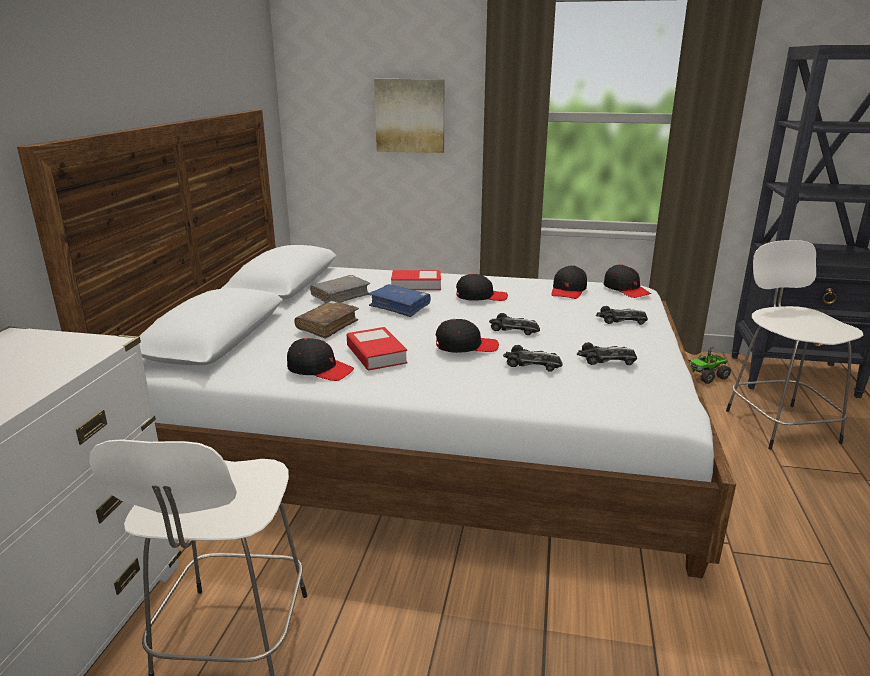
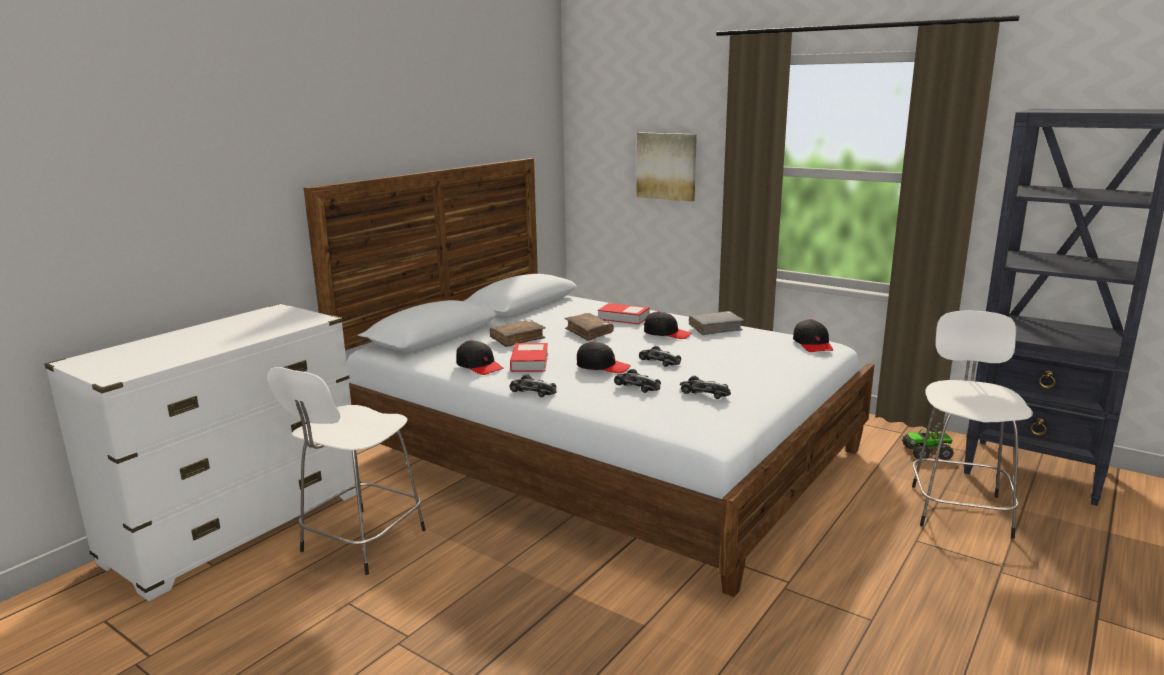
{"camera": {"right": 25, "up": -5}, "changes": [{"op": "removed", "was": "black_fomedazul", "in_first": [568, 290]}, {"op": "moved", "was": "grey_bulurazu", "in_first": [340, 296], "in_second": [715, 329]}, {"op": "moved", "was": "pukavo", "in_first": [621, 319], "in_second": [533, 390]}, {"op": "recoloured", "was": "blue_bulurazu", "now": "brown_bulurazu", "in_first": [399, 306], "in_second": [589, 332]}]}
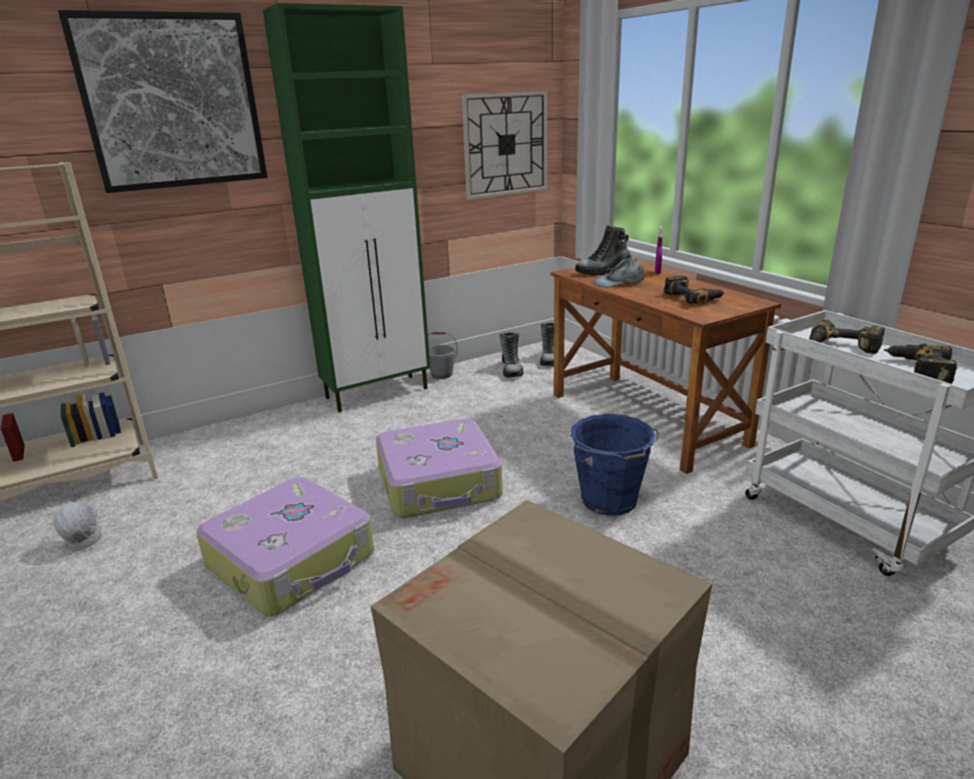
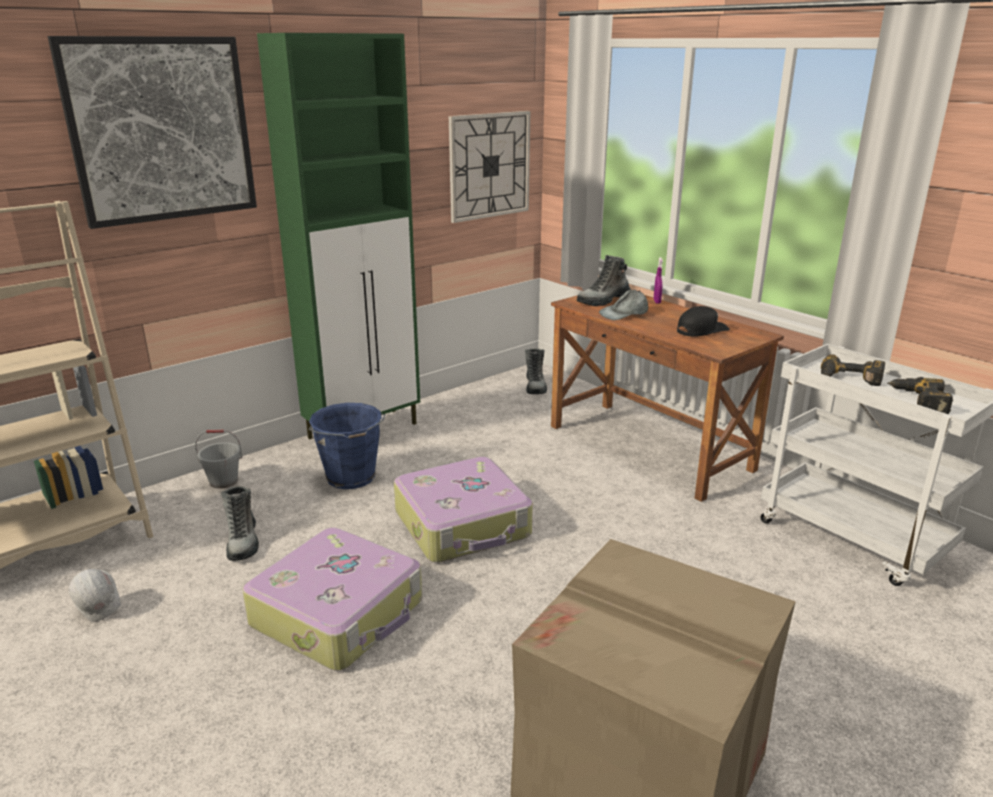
{"camera": {"right": -10, "up": 0}, "changes": [{"op": "moved", "was": "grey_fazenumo", "in_first": [442, 374], "in_second": [224, 481]}, {"op": "moved", "was": "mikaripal", "in_first": [511, 369], "in_second": [243, 541]}, {"op": "moved", "was": "blue_fazenumo", "in_first": [610, 501], "in_second": [351, 478]}, {"op": "replaced", "was": "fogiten", "now": "black_fomedazul", "in_first": [693, 297], "in_second": [701, 330]}]}
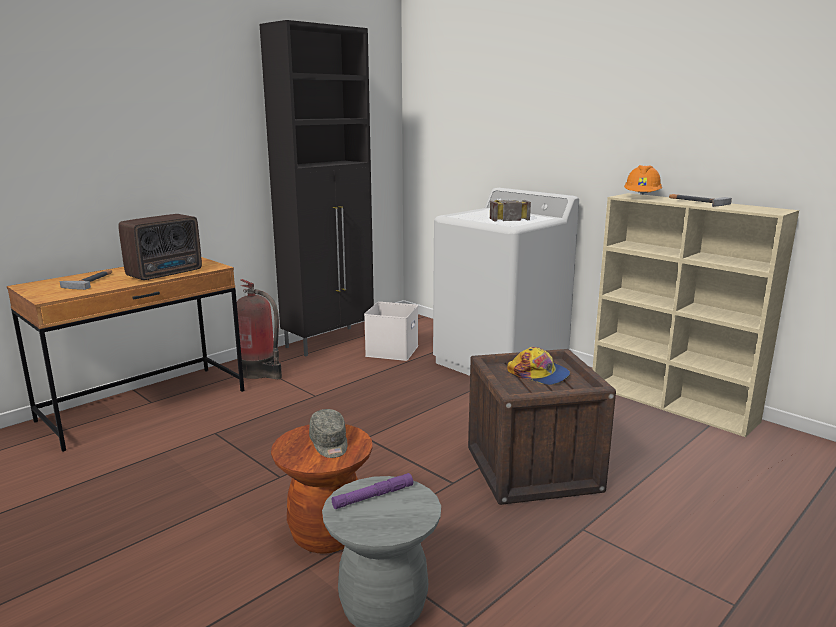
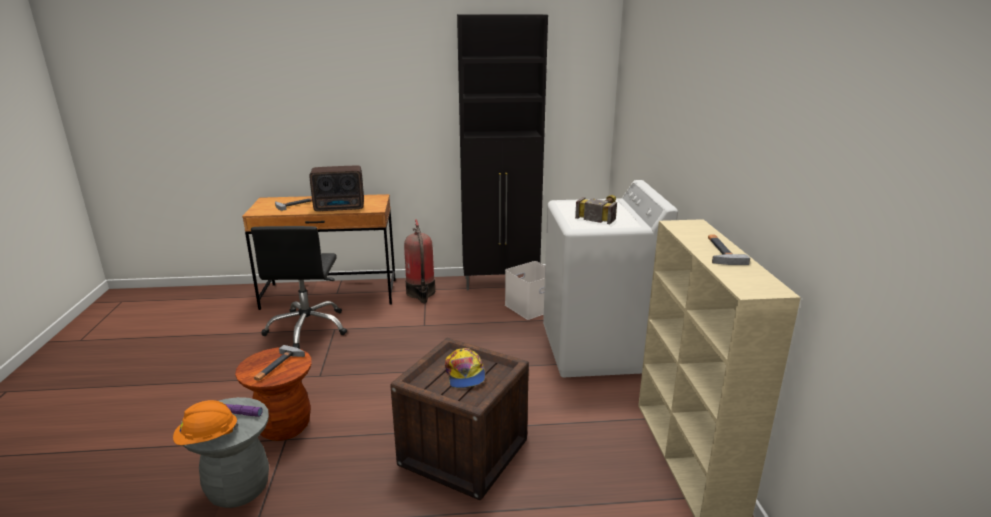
{"camera": {"right": 40, "up": 5}, "changes": [{"op": "added", "now": "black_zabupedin", "in_second": [308, 328]}, {"op": "moved", "was": "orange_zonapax", "in_first": [642, 197], "in_second": [207, 438]}, {"op": "replaced", "was": "grey_fomedazul", "now": "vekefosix", "in_first": [329, 444], "in_second": [277, 366]}]}
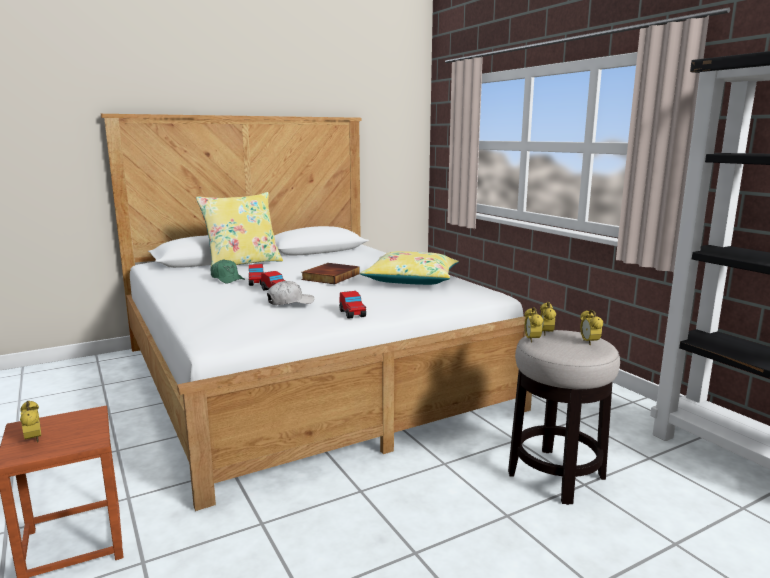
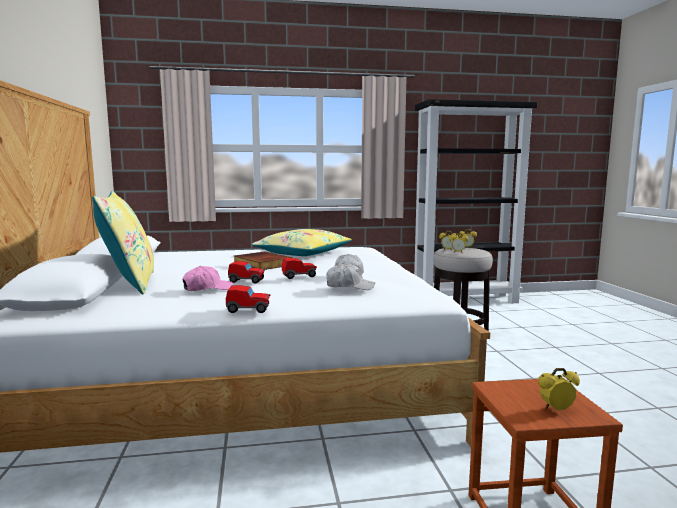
{"camera": {"right": -70, "up": -5}, "changes": [{"op": "added", "now": "white_fomedazul", "in_second": [349, 286]}, {"op": "moved", "was": "pukavo", "in_first": [352, 314], "in_second": [248, 310]}, {"op": "recoloured", "was": "green_fomedazul", "now": "pink_fomedazul", "in_first": [227, 279], "in_second": [207, 288]}]}
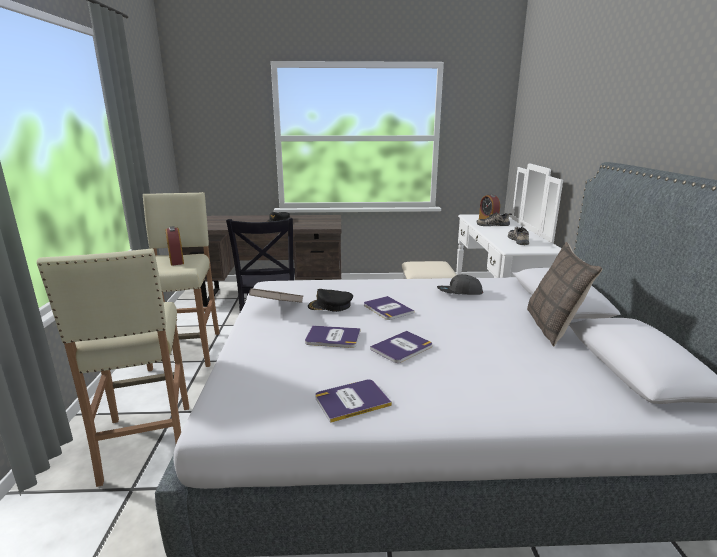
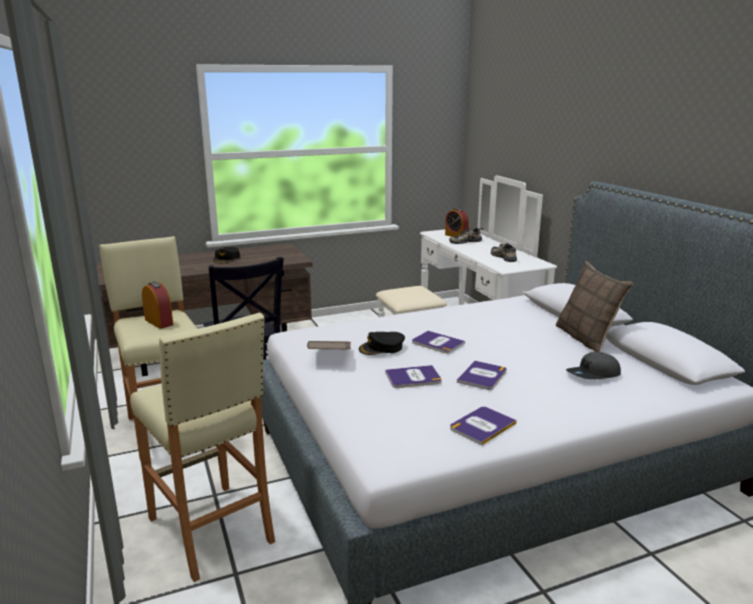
{"camera": {"right": -20, "up": 0}, "changes": [{"op": "moved", "was": "grey_fomedazul", "in_first": [459, 292], "in_second": [593, 375]}]}
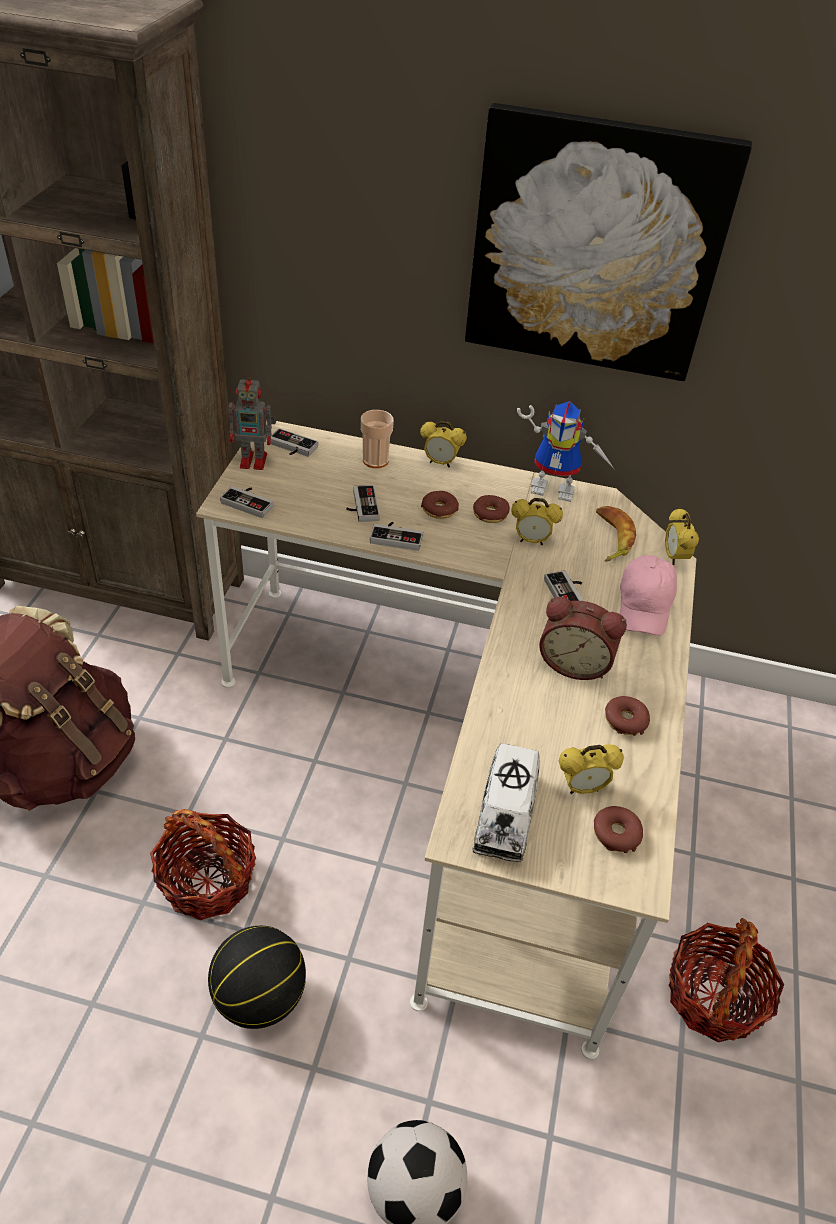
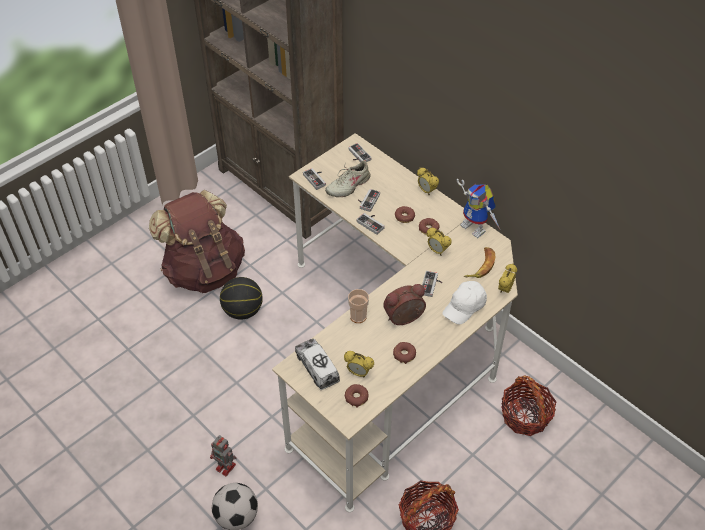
{"camera": {"right": 35, "up": 5}, "changes": [{"op": "removed", "was": "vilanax", "in_first": [595, 247]}, {"op": "added", "now": "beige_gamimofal", "in_second": [348, 185]}, {"op": "moved", "was": "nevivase", "in_first": [208, 880], "in_second": [525, 416]}, {"op": "moved", "was": "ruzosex", "in_first": [260, 997], "in_second": [243, 311]}, {"op": "moved", "was": "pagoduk", "in_first": [255, 461], "in_second": [226, 467]}, {"op": "moved", "was": "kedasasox", "in_first": [375, 460], "in_second": [358, 316]}, {"op": "recoloured", "was": "pink_fomedazul", "now": "white_fomedazul", "in_first": [644, 606], "in_second": [465, 307]}, {"op": "turned", "was": "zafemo", "in_first": [505, 814], "in_second": [317, 368], "clockwise": 105}, {"op": "turned", "was": "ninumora", "in_first": [575, 662], "in_second": [404, 319], "clockwise": 105}]}
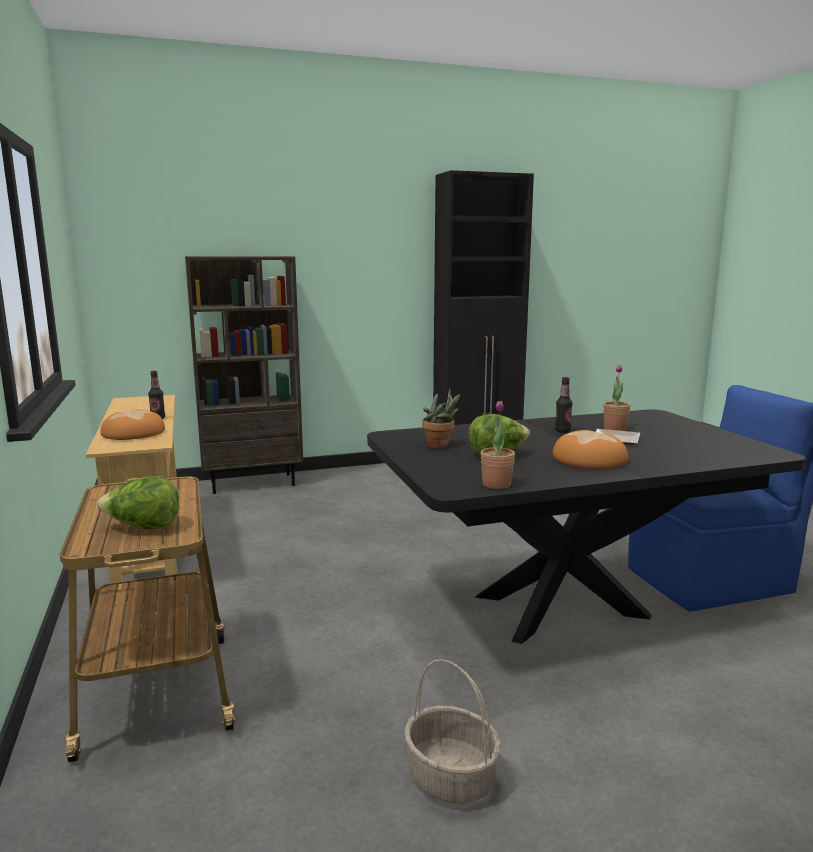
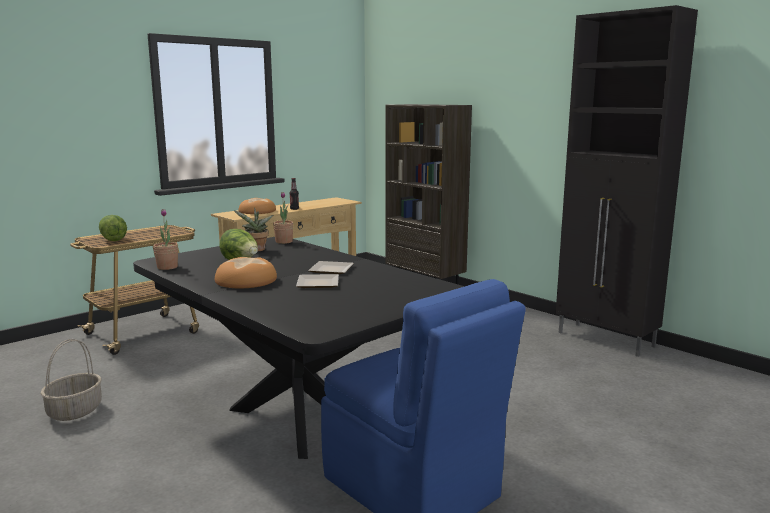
{"camera": {"right": 65, "up": 0}, "changes": [{"op": "moved", "was": "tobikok", "in_first": [614, 429], "in_second": [284, 242]}, {"op": "replaced", "was": "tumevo", "now": "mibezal", "in_first": [562, 431], "in_second": [333, 270]}]}
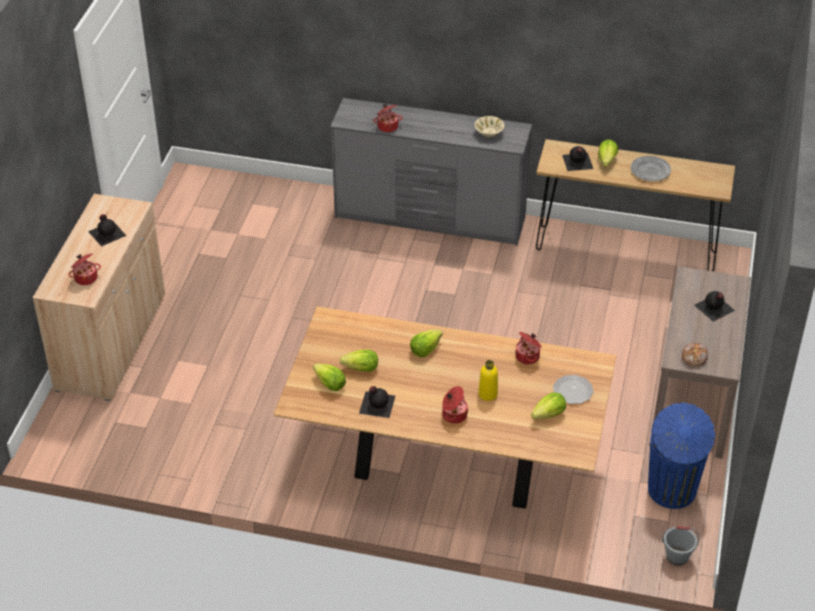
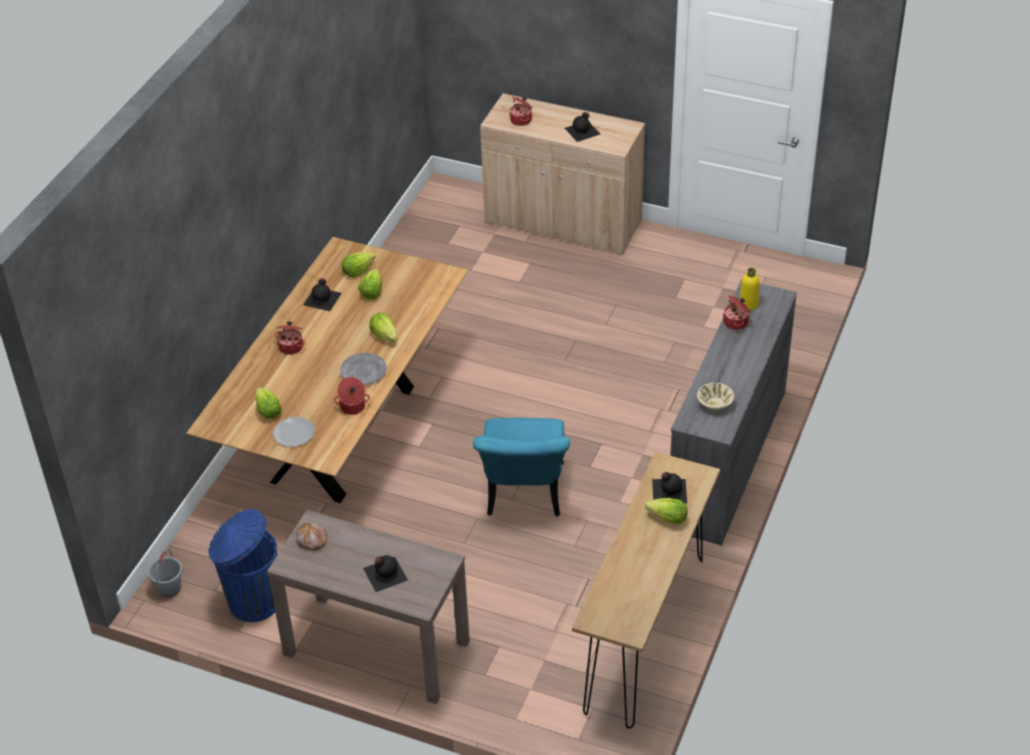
{"camera": {"right": 100, "up": 0}, "changes": [{"op": "added", "now": "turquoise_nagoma", "in_second": [524, 497]}, {"op": "moved", "was": "yellow_tumevo", "in_first": [488, 394], "in_second": [748, 304]}, {"op": "moved", "was": "grey_mibezal", "in_first": [650, 171], "in_second": [363, 371]}]}
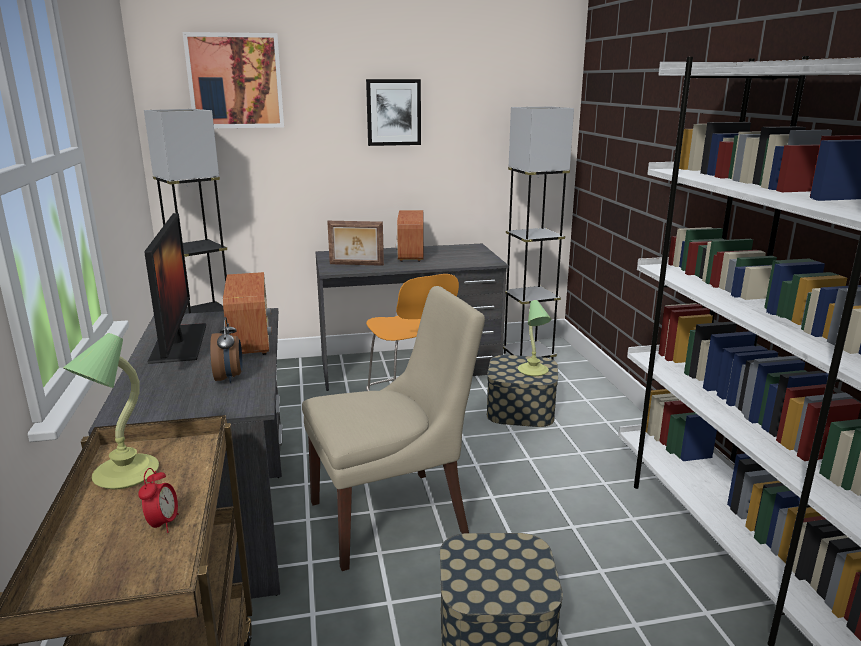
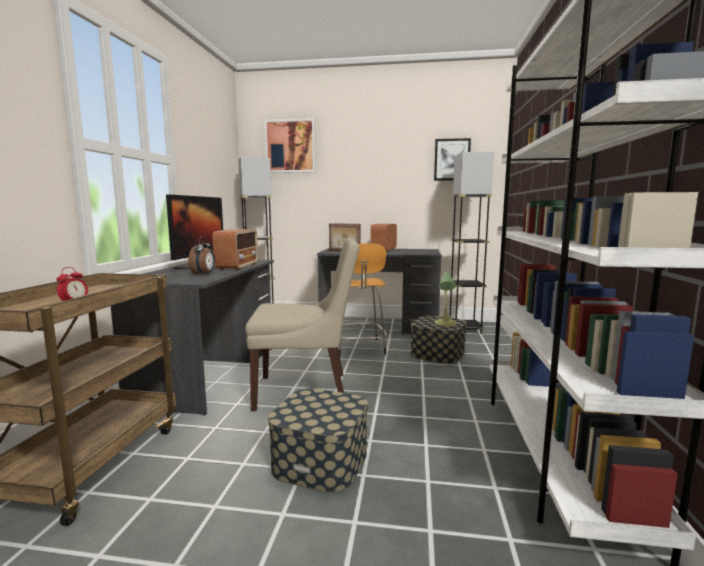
{"camera": {"right": 20, "up": -10}, "changes": [{"op": "removed", "was": "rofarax", "in_first": [123, 474]}, {"op": "moved", "was": "vilanax", "in_first": [393, 112], "in_second": [452, 160]}]}
